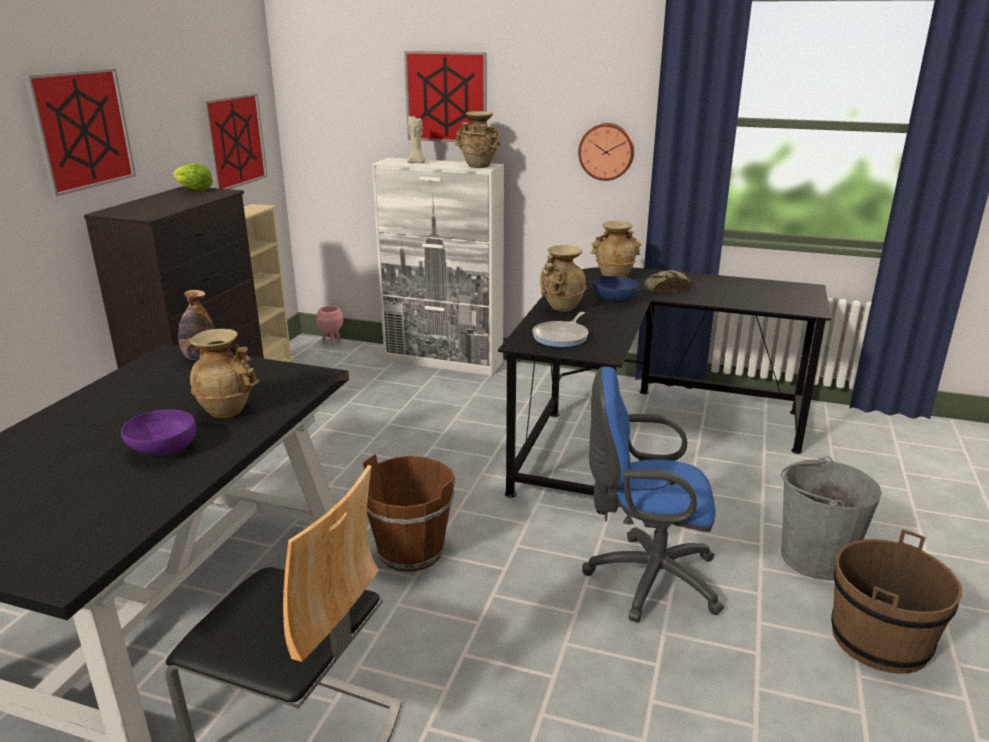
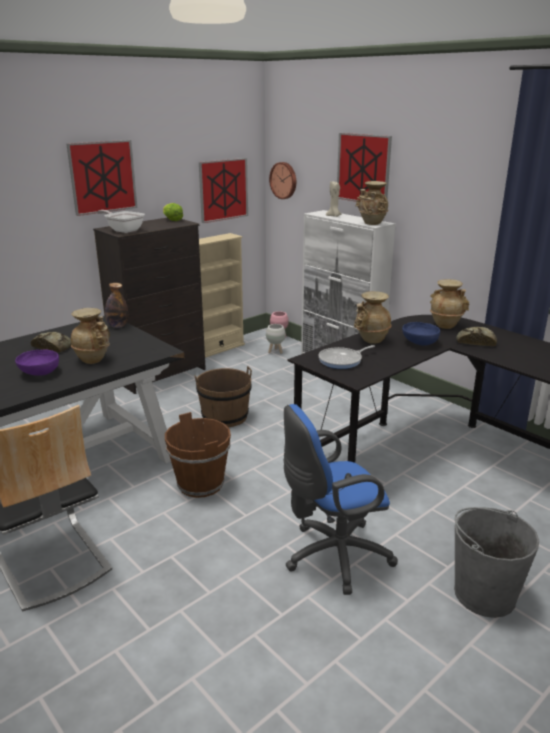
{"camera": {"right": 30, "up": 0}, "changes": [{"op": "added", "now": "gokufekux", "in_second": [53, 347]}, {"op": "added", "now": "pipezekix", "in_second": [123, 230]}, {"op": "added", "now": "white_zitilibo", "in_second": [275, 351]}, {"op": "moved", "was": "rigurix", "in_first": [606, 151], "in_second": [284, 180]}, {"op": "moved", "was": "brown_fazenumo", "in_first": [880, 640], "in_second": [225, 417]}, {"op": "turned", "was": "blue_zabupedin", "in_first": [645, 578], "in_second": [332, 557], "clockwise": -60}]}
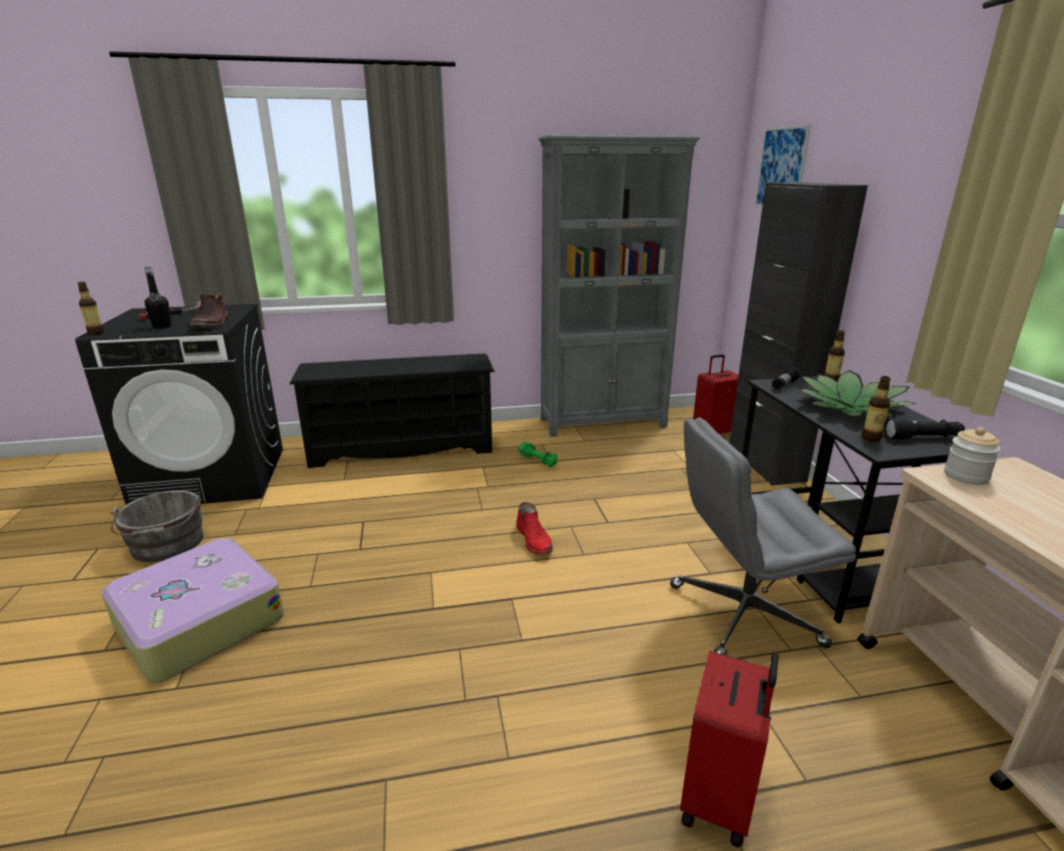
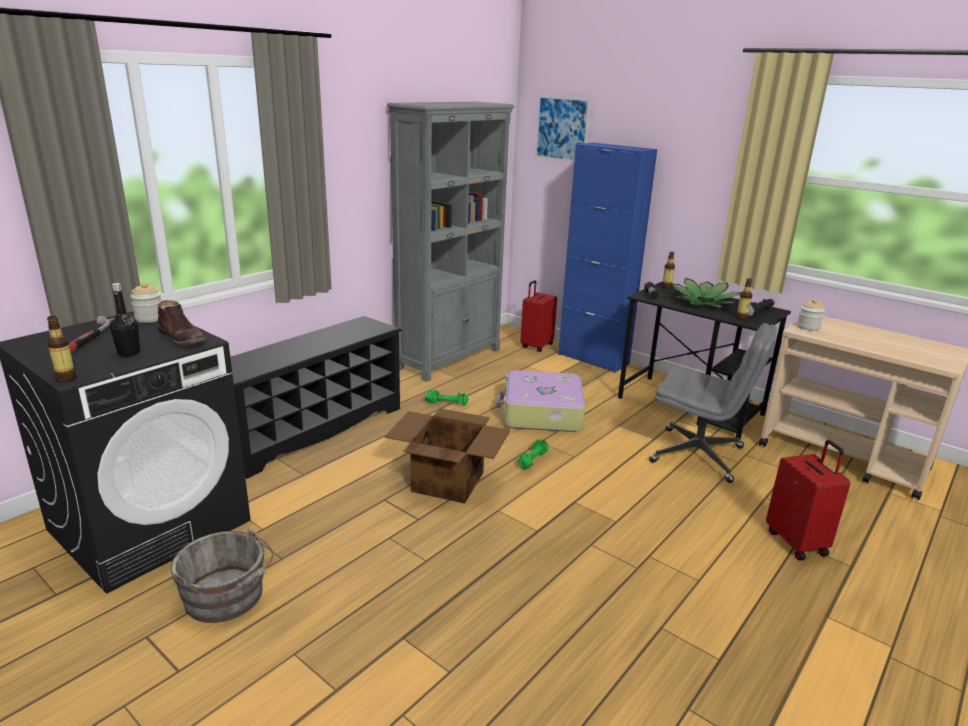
{"camera": {"right": -40, "up": 0}, "changes": [{"op": "added", "now": "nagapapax", "in_second": [150, 318]}, {"op": "added", "now": "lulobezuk", "in_second": [447, 481]}, {"op": "moved", "was": "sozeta", "in_first": [198, 621], "in_second": [541, 413]}, {"op": "replaced", "was": "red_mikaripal", "now": "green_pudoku", "in_first": [534, 540], "in_second": [532, 460]}, {"op": "recoloured", "was": "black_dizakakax", "now": "blue_dizakakax", "in_first": [765, 464], "in_second": [593, 359]}, {"op": "turned", "was": "grey_zabupedin", "in_first": [742, 615], "in_second": [698, 455], "clockwise": -105}]}
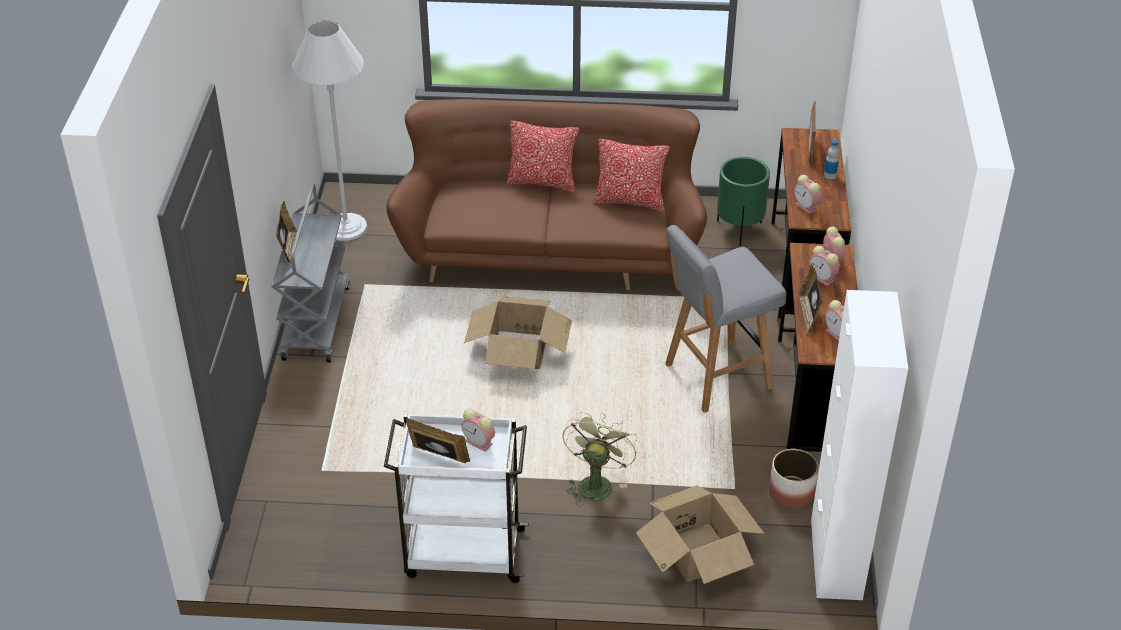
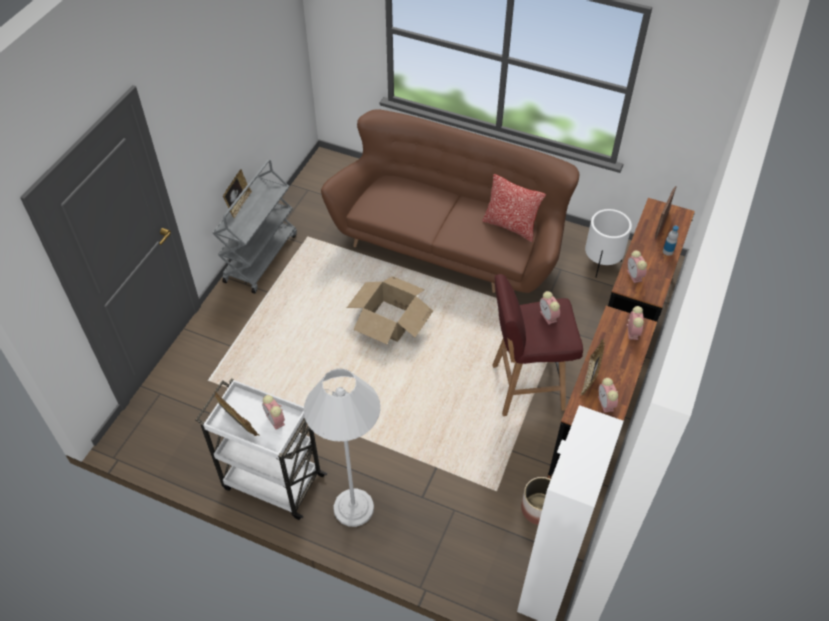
{"camera": {"right": 20, "up": 10}, "changes": [{"op": "removed", "was": "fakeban", "in_first": [542, 182]}, {"op": "removed", "was": "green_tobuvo", "in_first": [596, 482]}, {"op": "removed", "was": "lulobezuk", "in_first": [698, 552]}, {"op": "moved", "was": "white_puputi", "in_first": [346, 227], "in_second": [353, 507]}, {"op": "moved", "was": "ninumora", "in_first": [823, 278], "in_second": [549, 317]}, {"op": "recoloured", "was": "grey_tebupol", "now": "red_tebupol", "in_first": [715, 377], "in_second": [525, 387]}, {"op": "recoloured", "was": "green_zitilibo", "now": "white_zitilibo", "in_first": [739, 229], "in_second": [601, 263]}]}
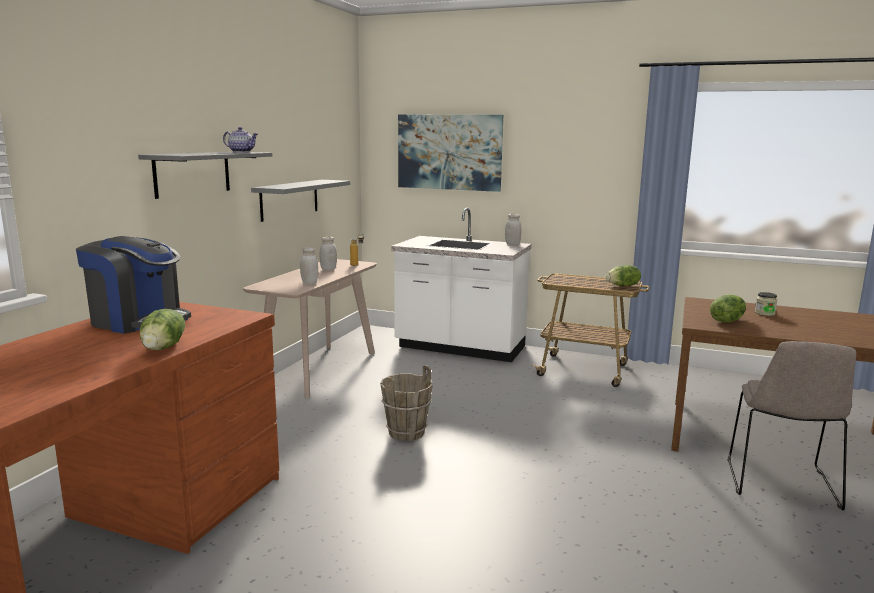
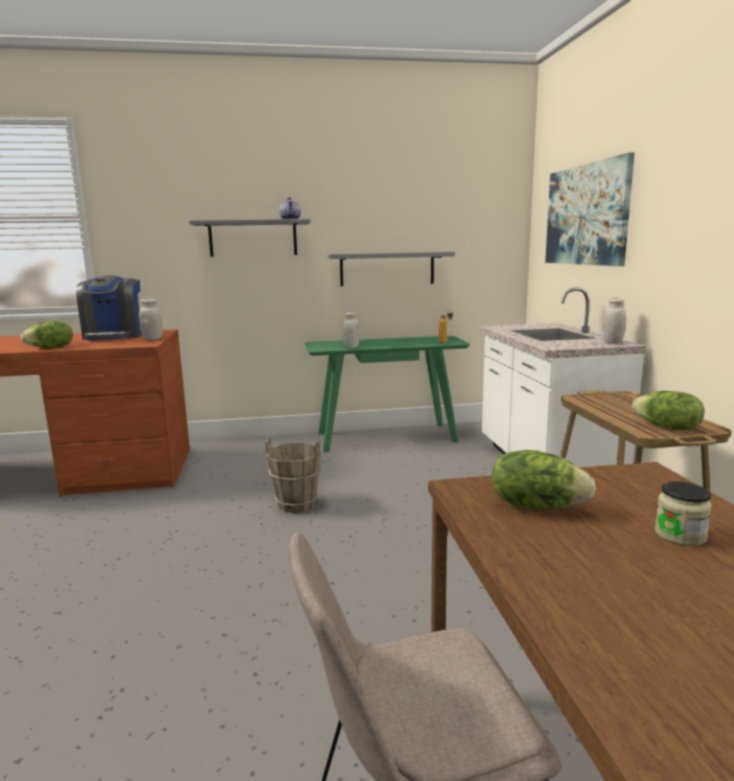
{"camera": {"right": 60, "up": 0}, "changes": [{"op": "moved", "was": "white_nagapapax", "in_first": [328, 269], "in_second": [152, 339]}, {"op": "recoloured", "was": "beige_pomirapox", "now": "green_pomirapox", "in_first": [318, 369], "in_second": [386, 437]}]}
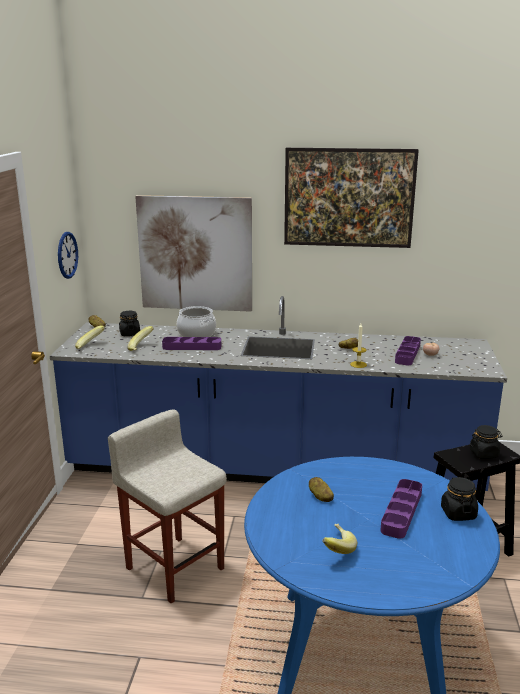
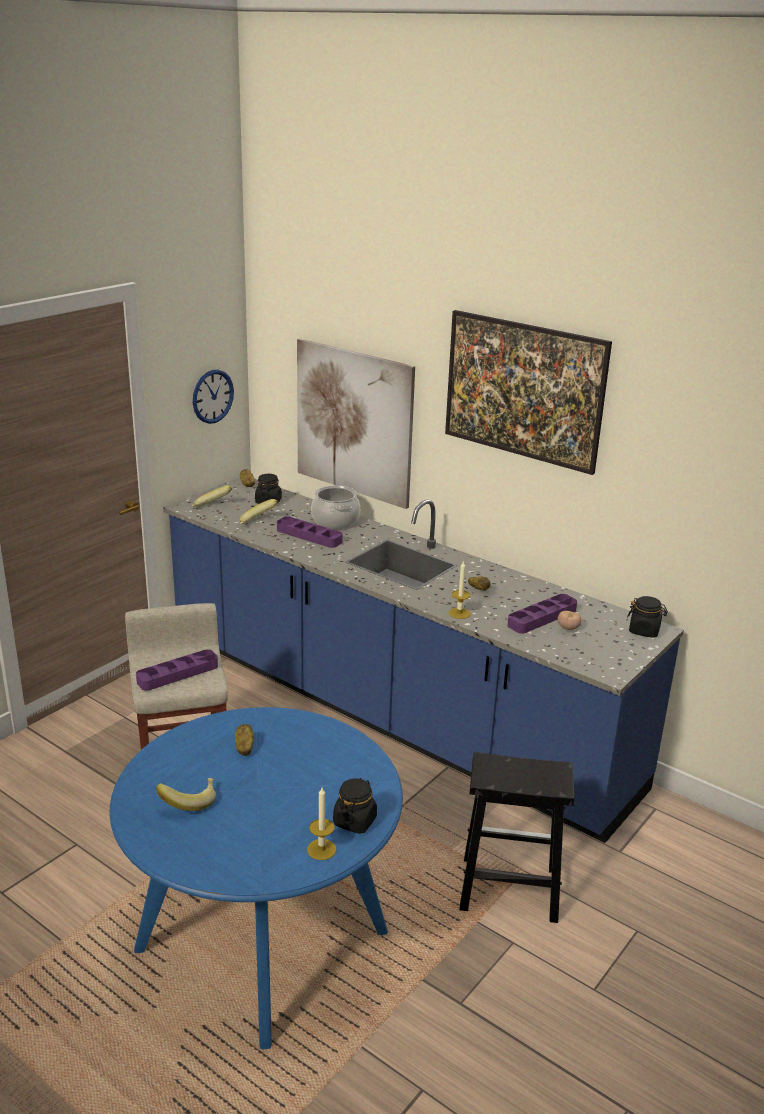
{"camera": {"right": 30, "up": 5}, "changes": [{"op": "added", "now": "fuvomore", "in_second": [321, 849]}, {"op": "moved", "was": "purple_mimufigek", "in_first": [401, 512], "in_second": [178, 674]}, {"op": "moved", "was": "black_nagapapax", "in_first": [484, 454], "in_second": [644, 631]}]}
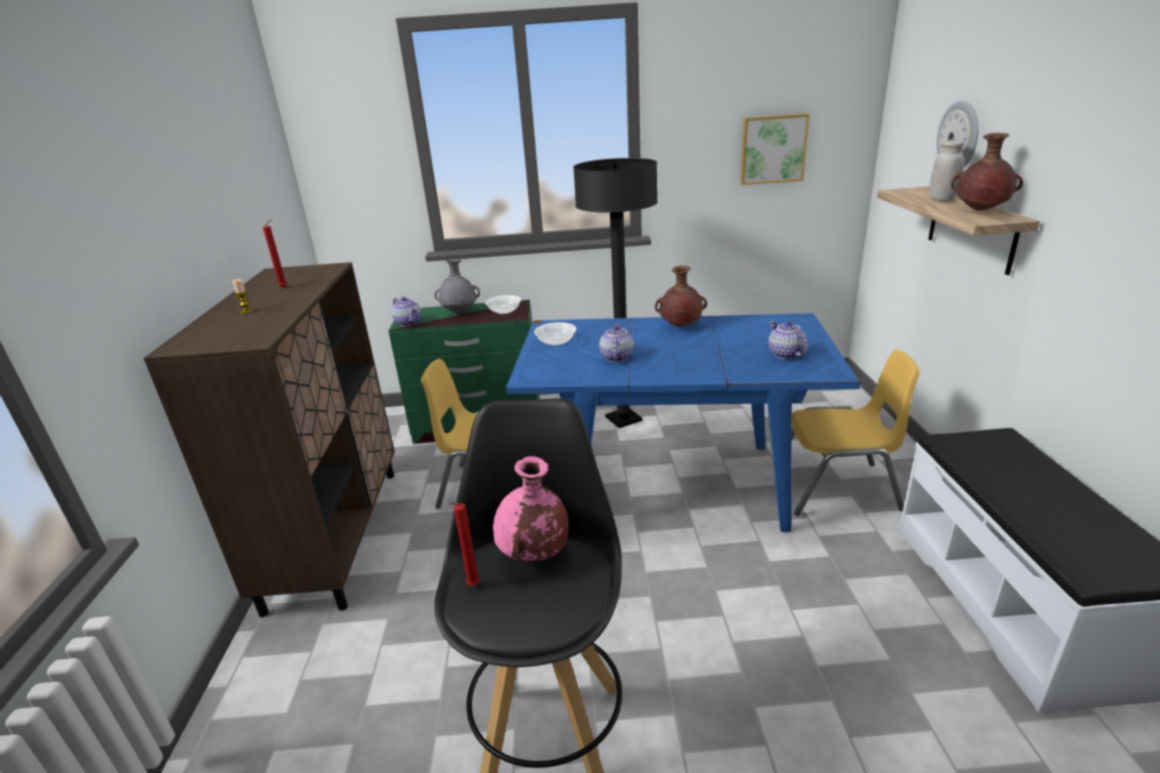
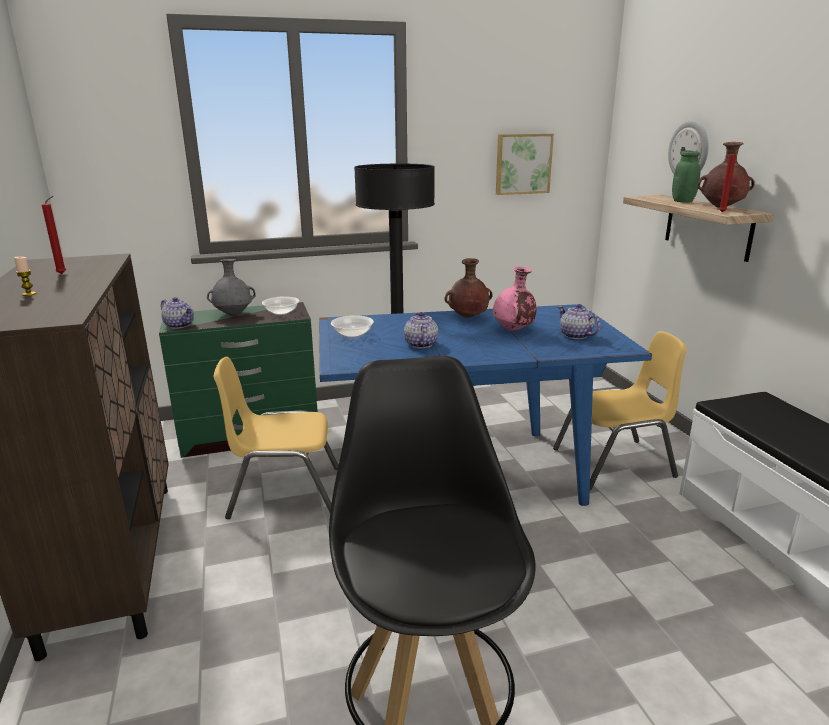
{"camera": {"right": -15, "up": -5}, "changes": [{"op": "moved", "was": "red_fuvomore", "in_first": [472, 586], "in_second": [722, 212]}, {"op": "moved", "was": "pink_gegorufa", "in_first": [534, 555], "in_second": [513, 330]}, {"op": "recoloured", "was": "white_nagapapax", "now": "green_nagapapax", "in_first": [942, 199], "in_second": [682, 201]}]}
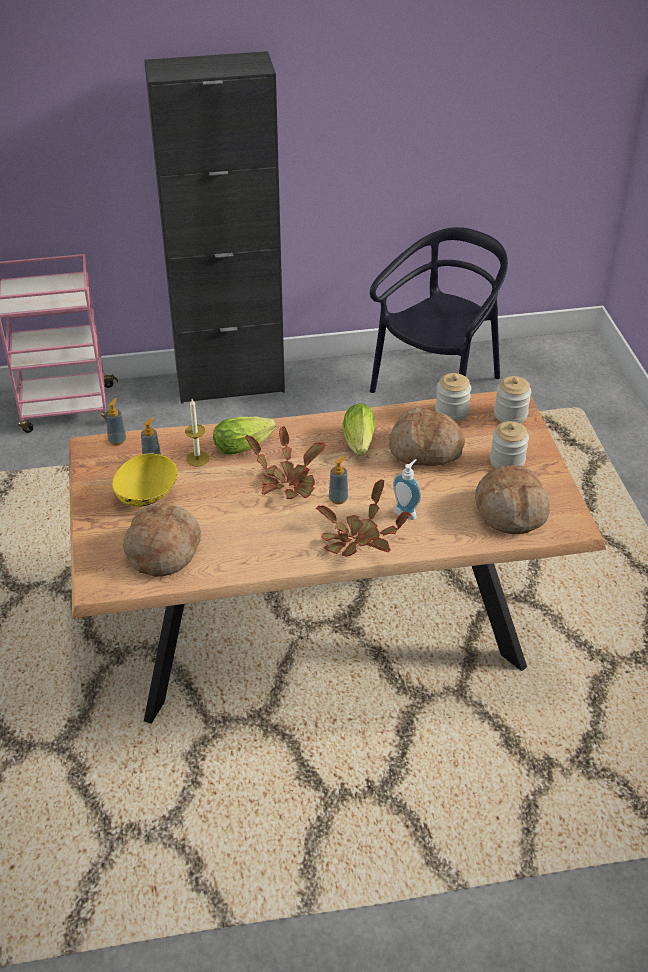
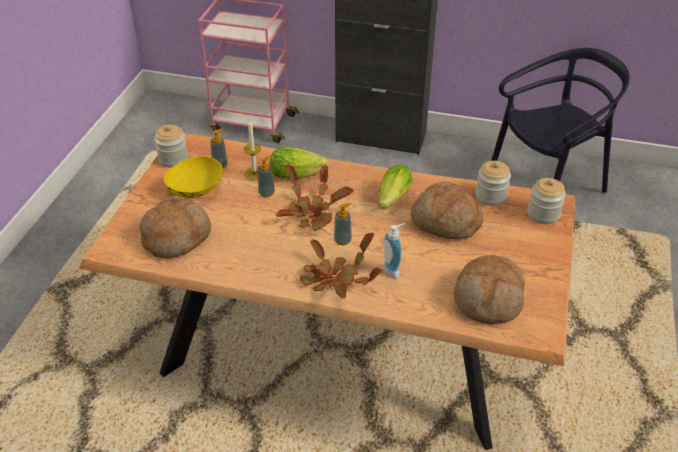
{"camera": {"right": 25, "up": 0}, "changes": [{"op": "moved", "was": "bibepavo", "in_first": [117, 440], "in_second": [266, 193]}, {"op": "moved", "was": "nagapapax", "in_first": [507, 461], "in_second": [173, 159]}]}
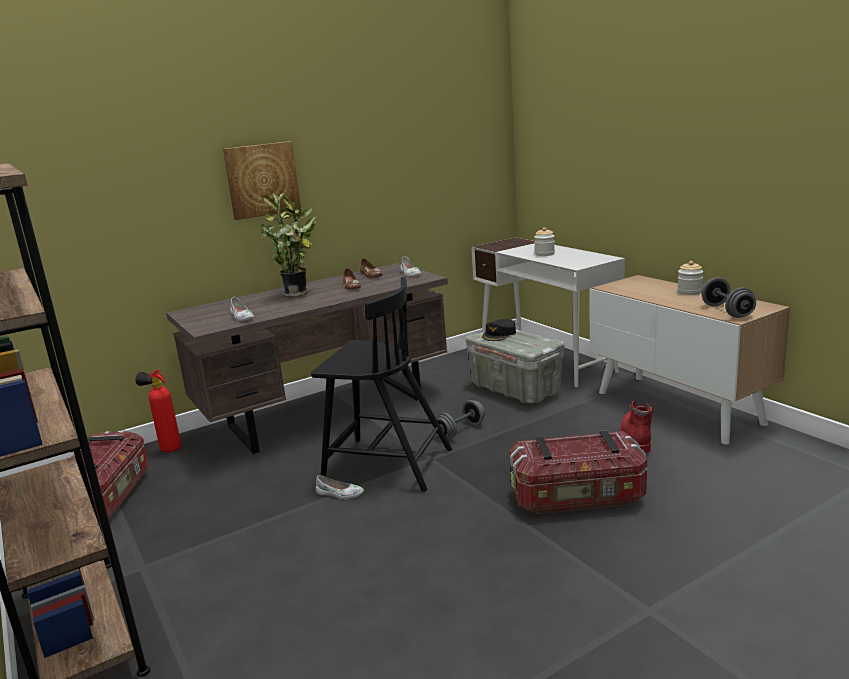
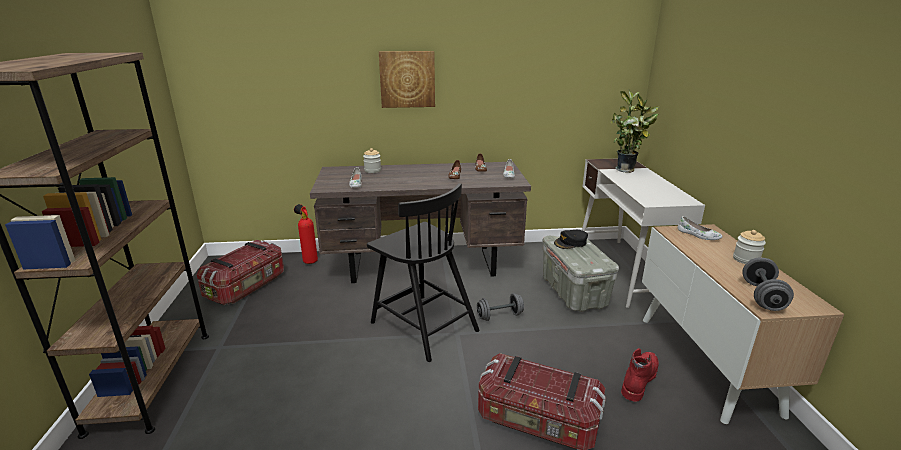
{"camera": {"right": 25, "up": 5}, "changes": [{"op": "moved", "was": "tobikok", "in_first": [299, 294], "in_second": [627, 170]}, {"op": "moved", "was": "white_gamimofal", "in_first": [339, 494], "in_second": [698, 235]}, {"op": "moved", "was": "nagapapax", "in_first": [544, 254], "in_second": [372, 170]}]}
